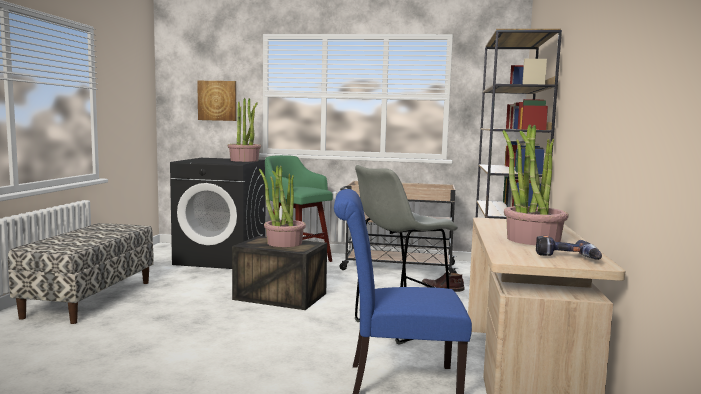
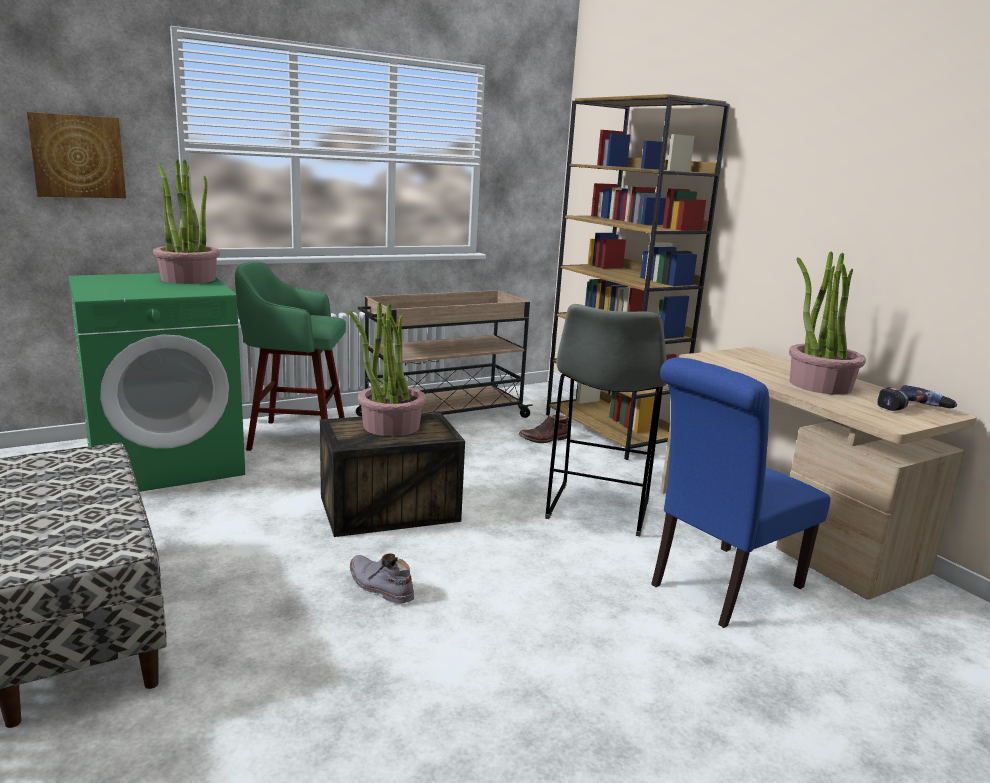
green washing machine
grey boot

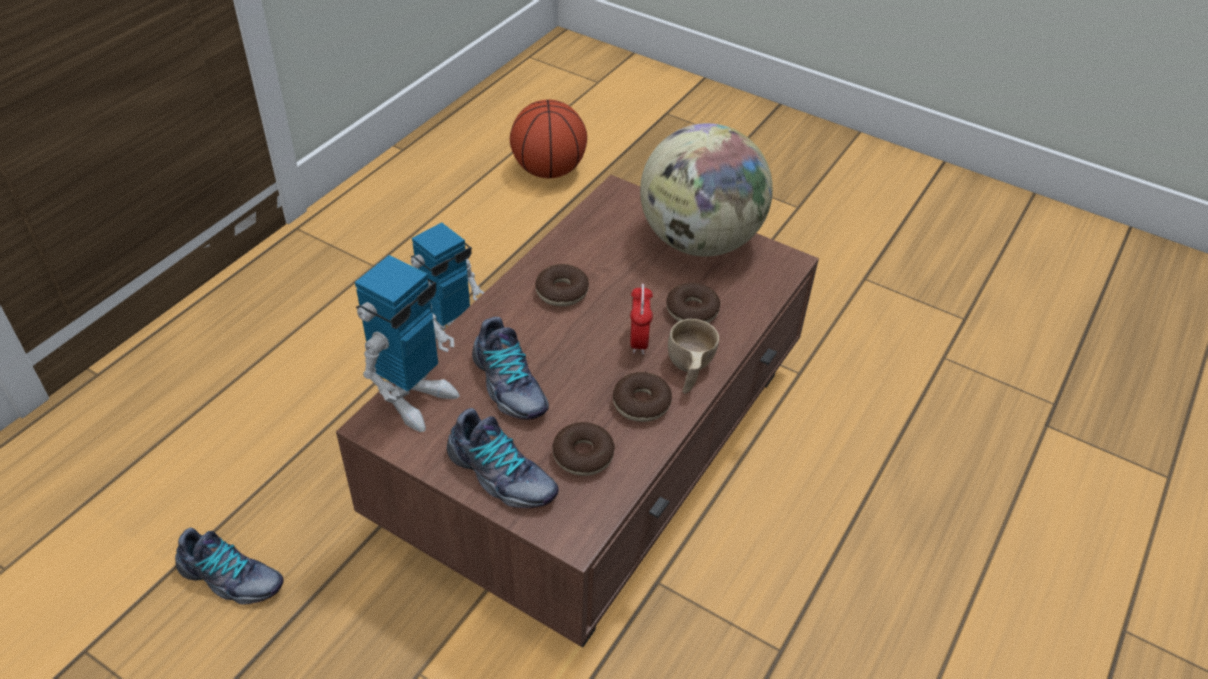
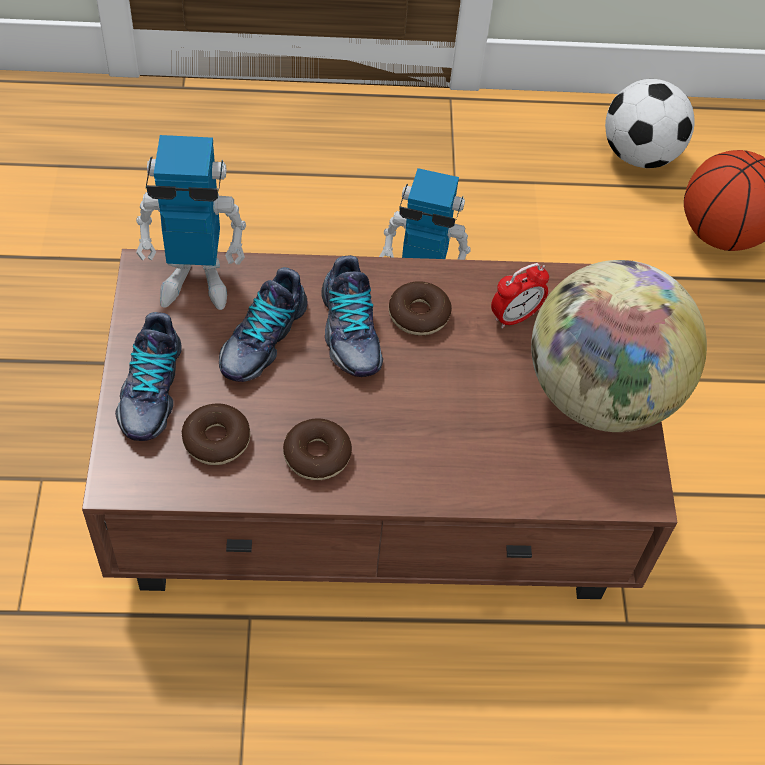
shoe (no. 3 from left)
alarm clock
football
donut (no. 4 from left in the first image)
beige cup

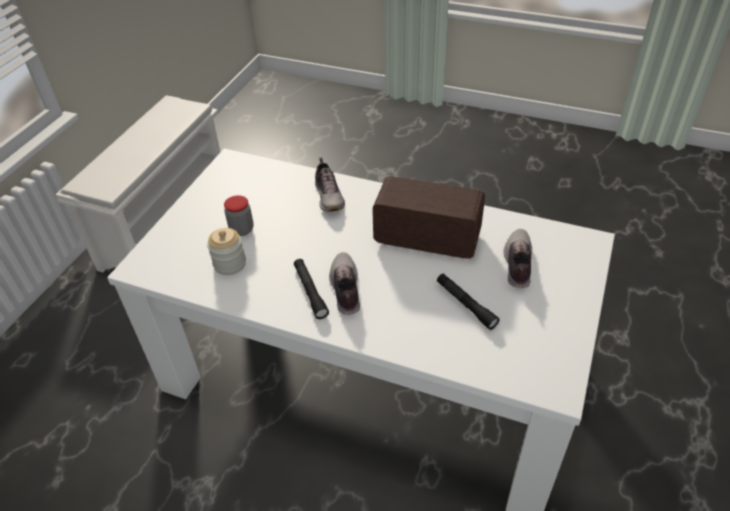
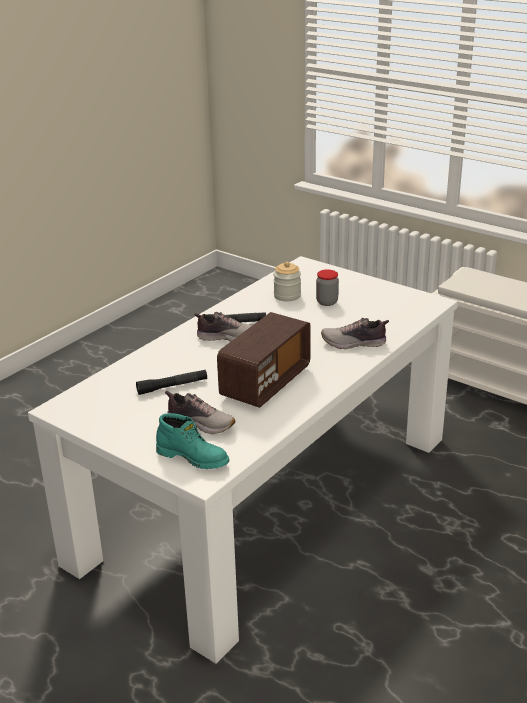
turquoise boot

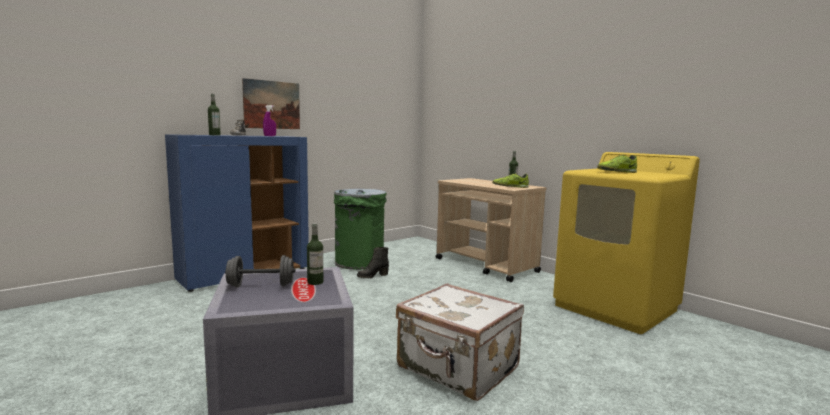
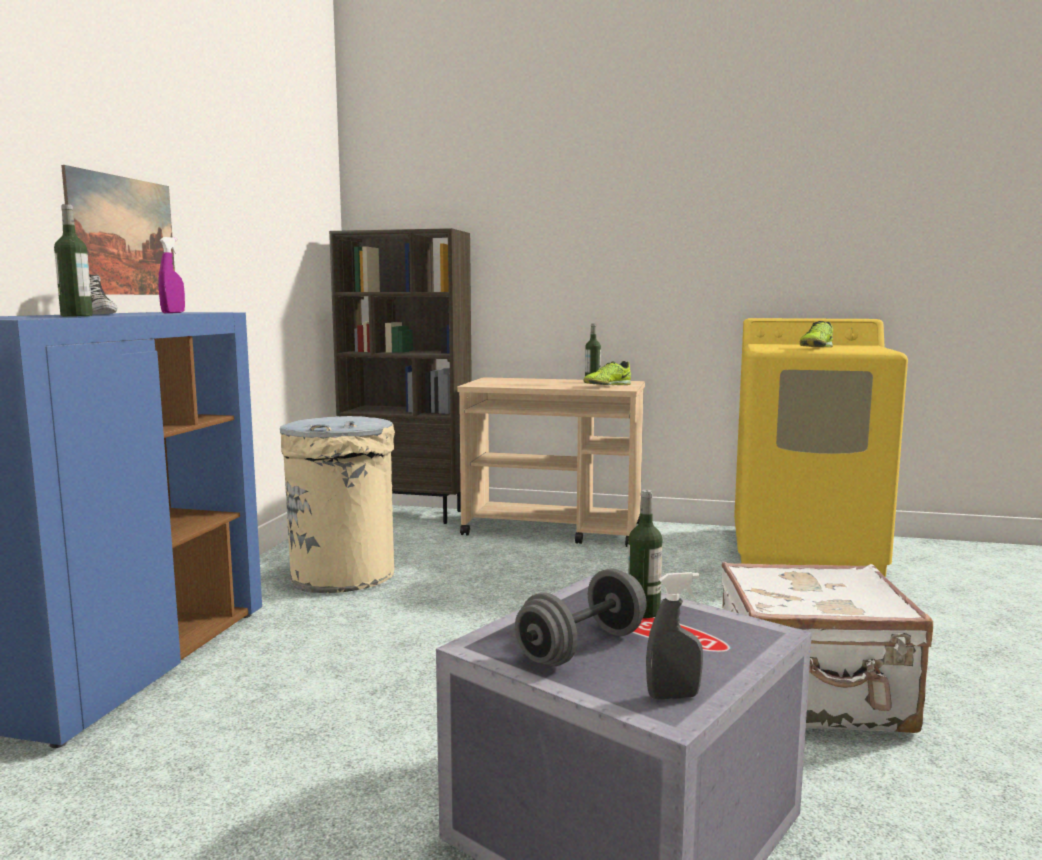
beige trash can
brown bookcase
grey spray bottle
black boot

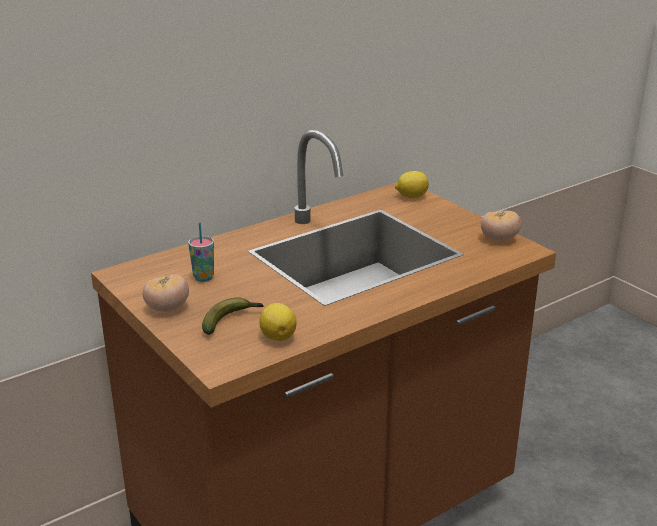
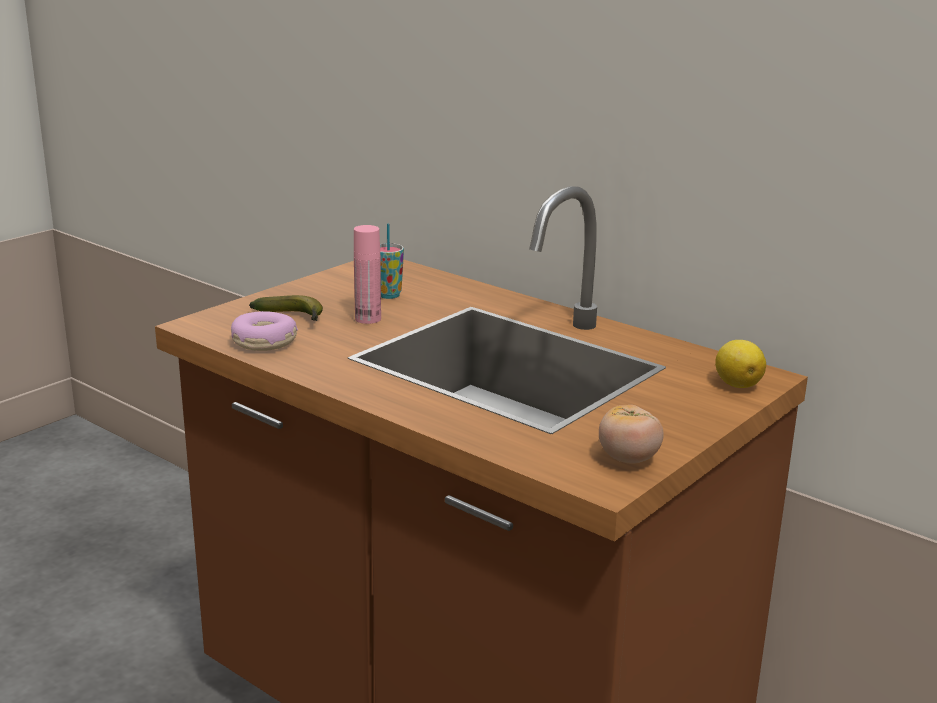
donut
pink bottle
tomato (no. 1 from left in the first image)

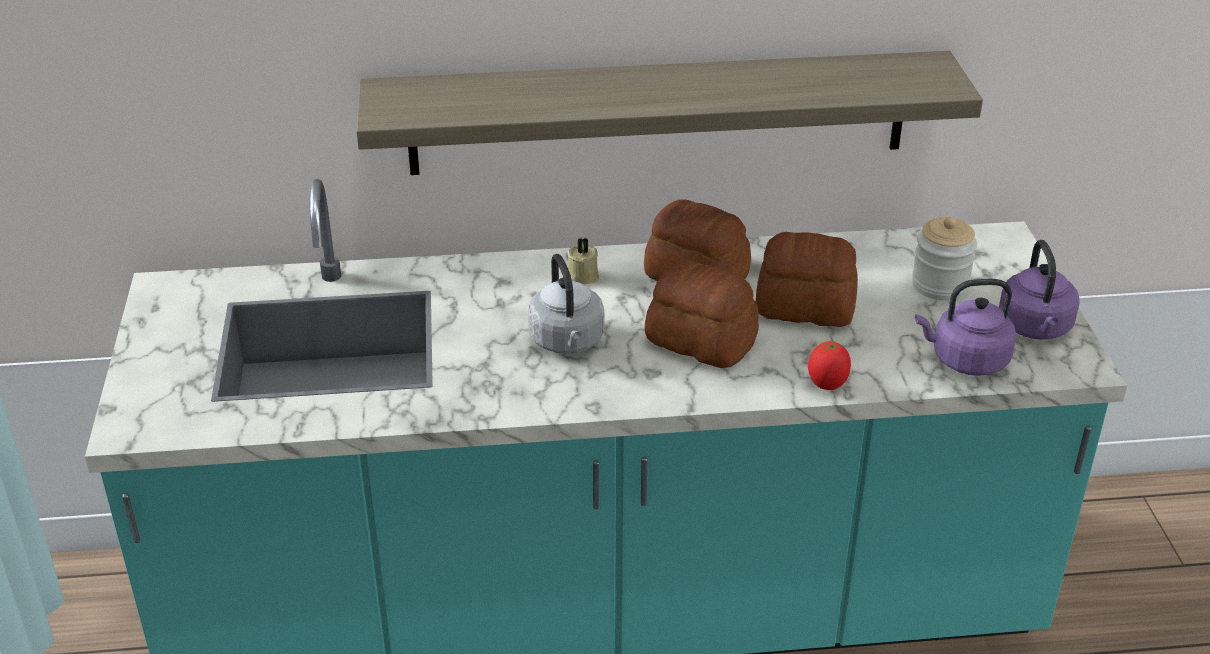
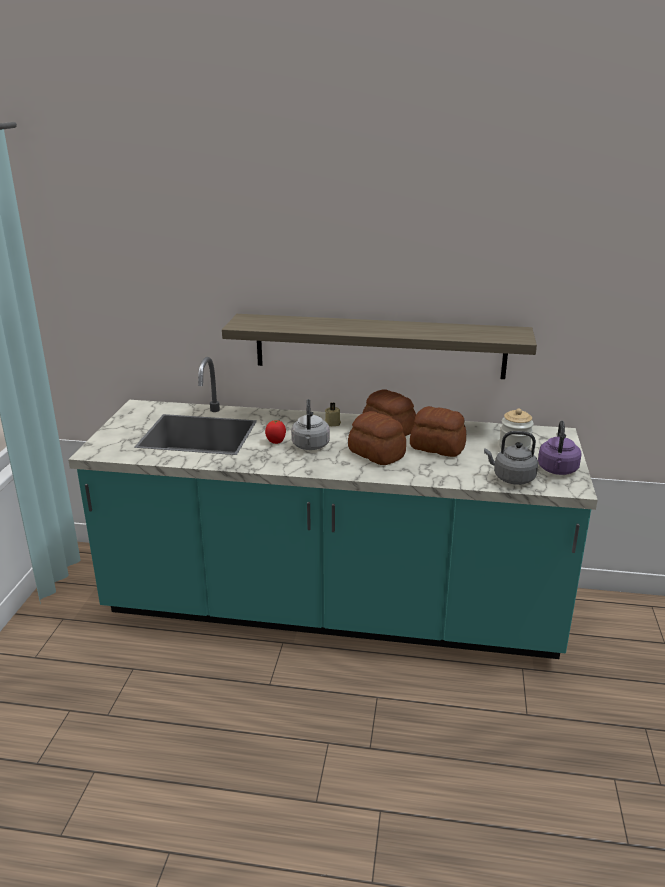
tomato
grey kettle (no. 2 from left)

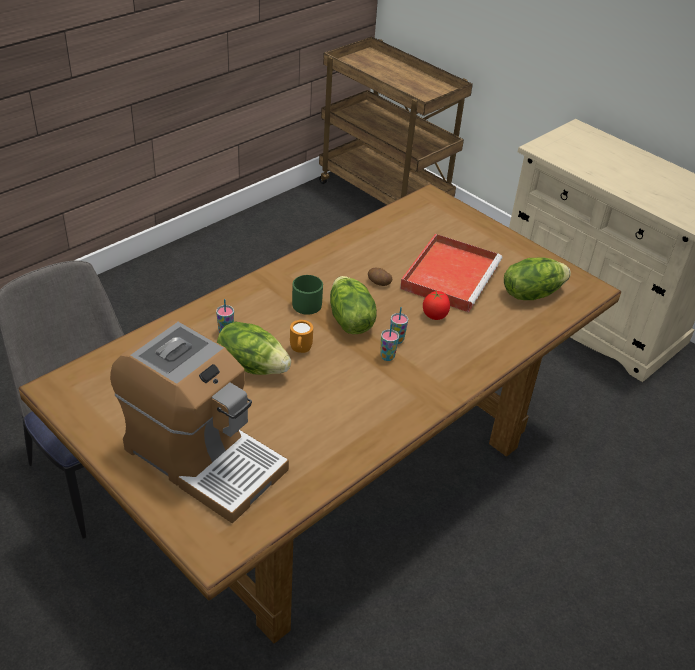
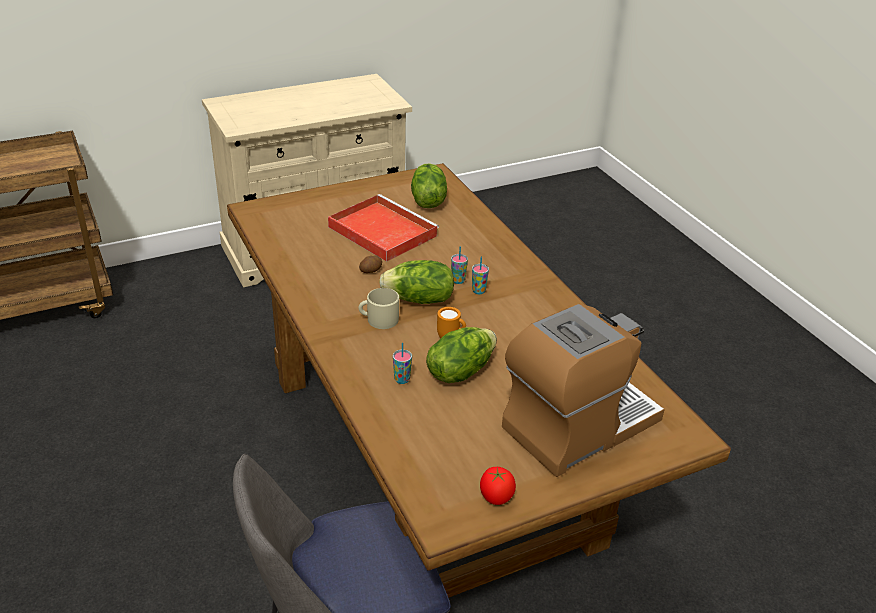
beige mug
tomato

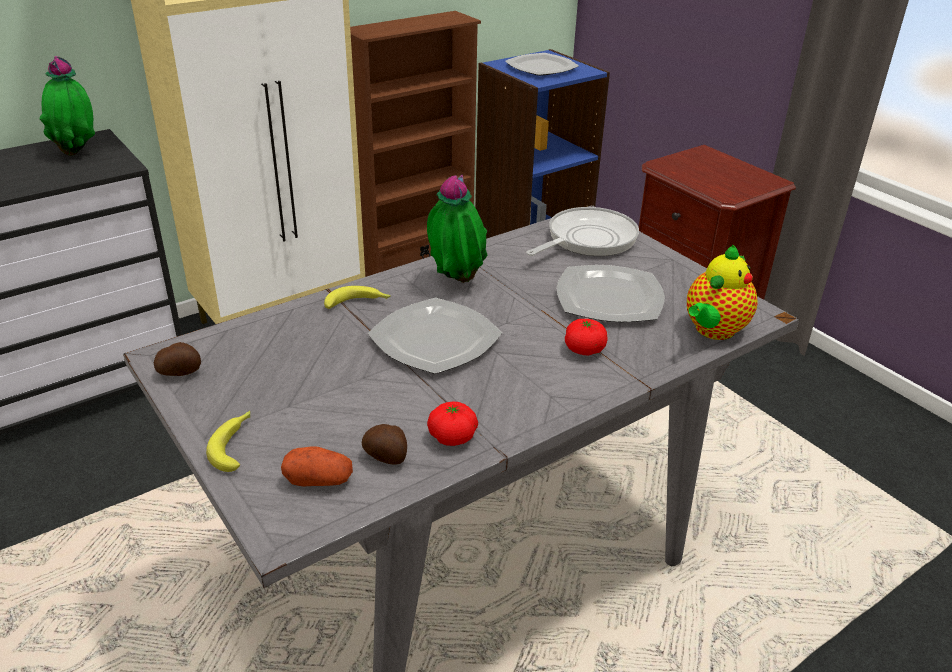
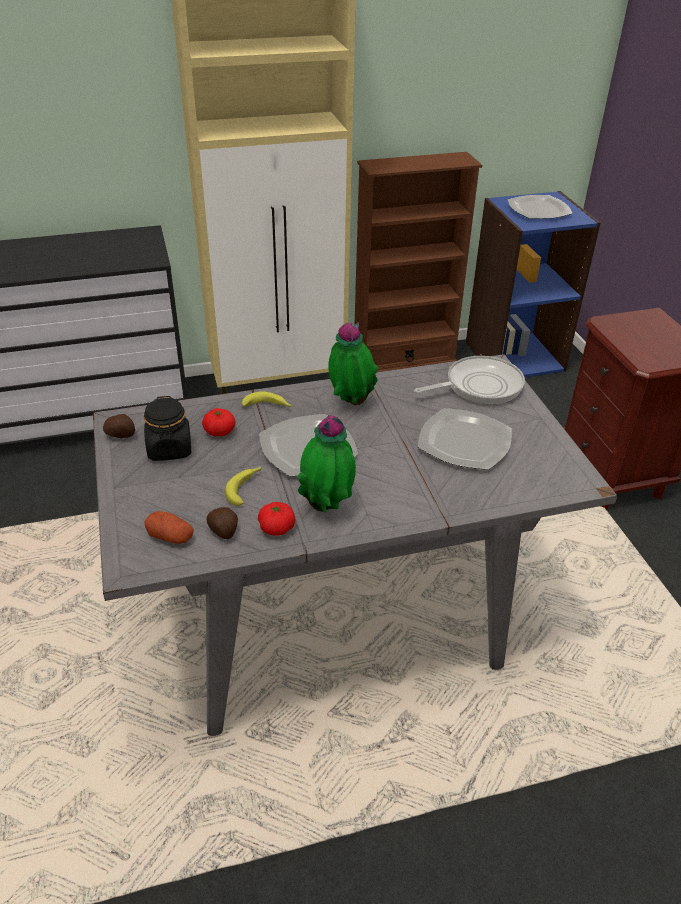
black jar
tomato (no. 1 from left)
banana (no. 1 from left)
potted plant (no. 1 from left)
teapot

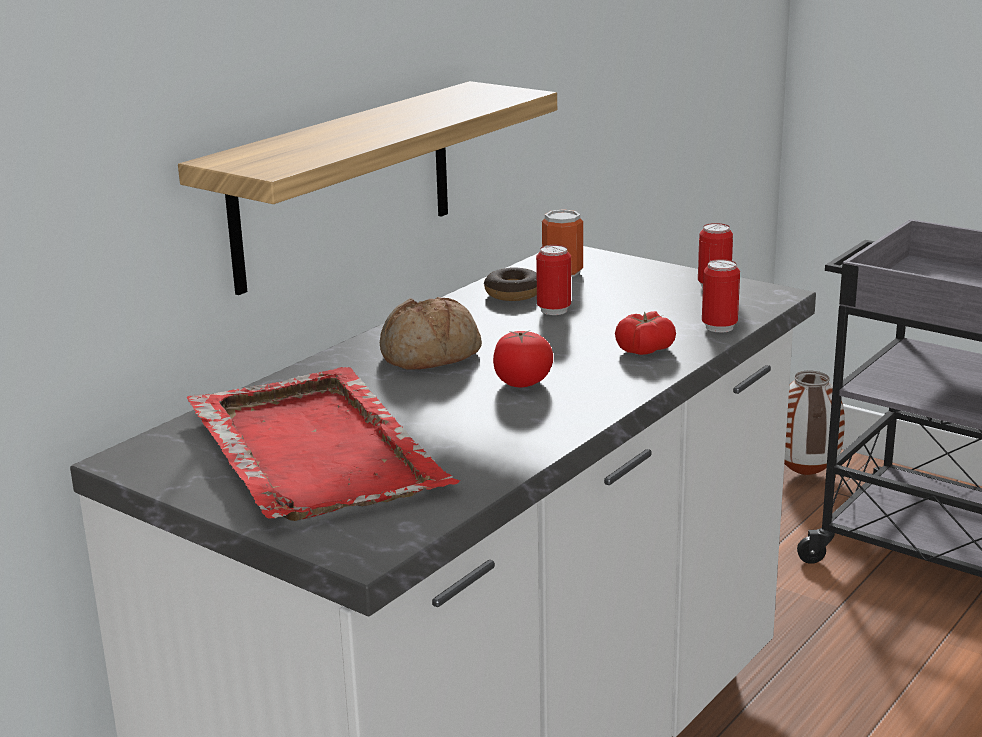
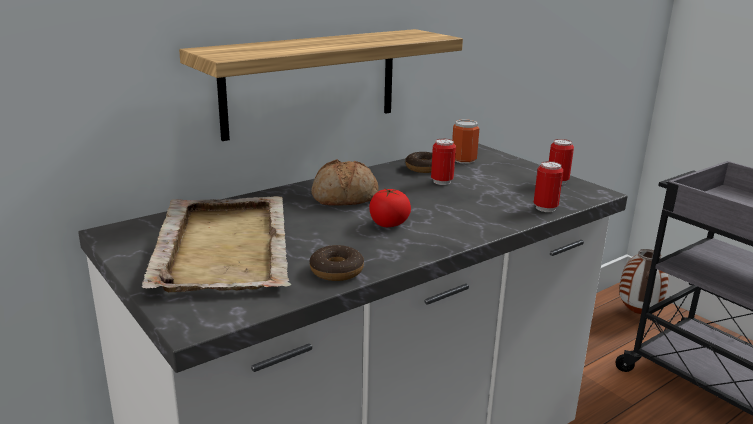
beige tray
donut (no. 1 from left)
tomato (no. 2 from left in the first image)

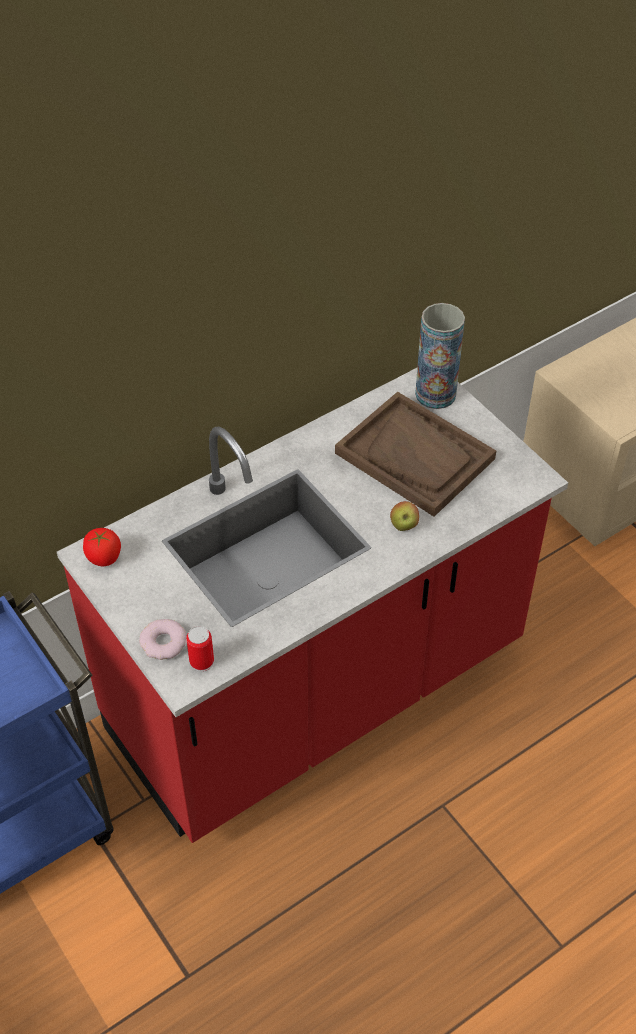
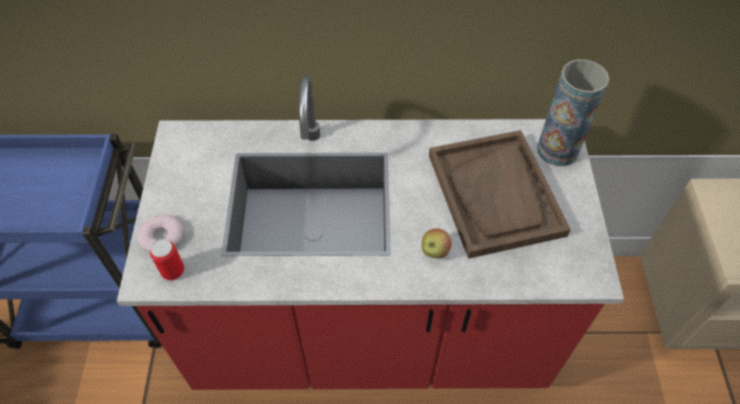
tomato

